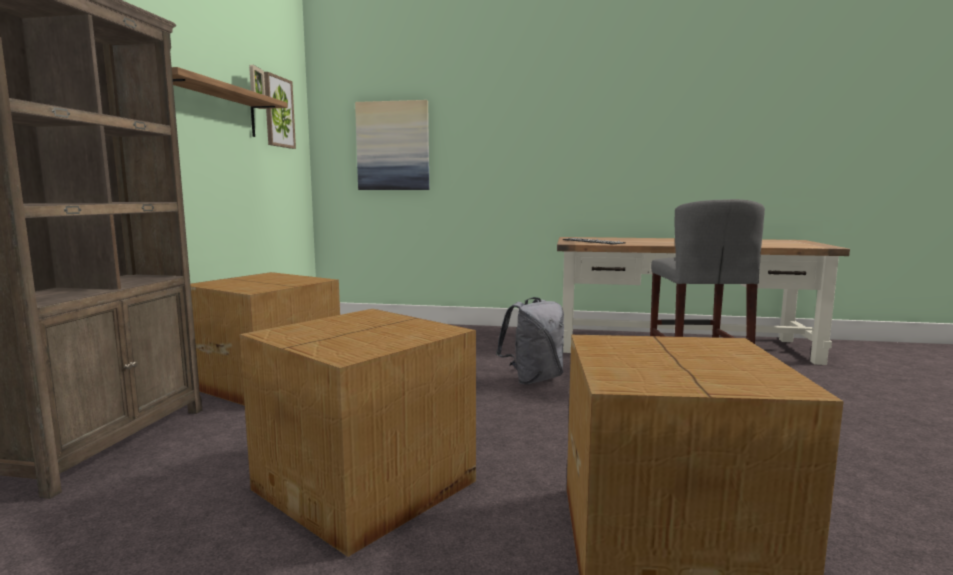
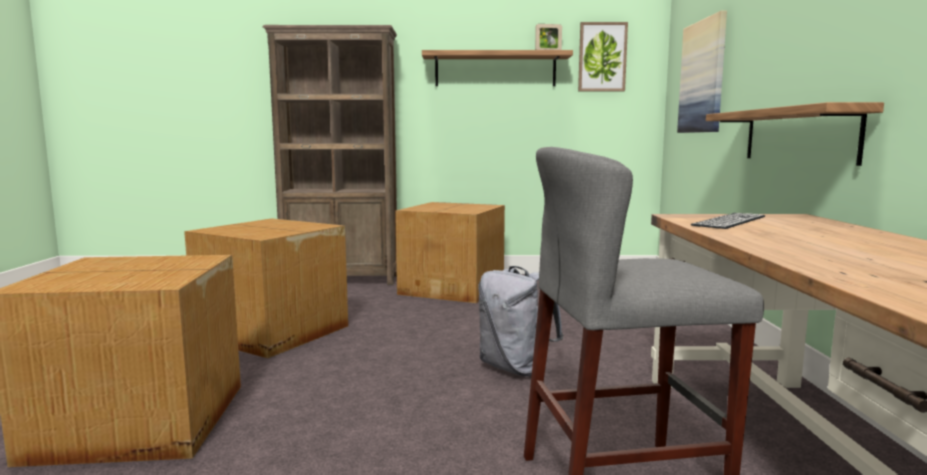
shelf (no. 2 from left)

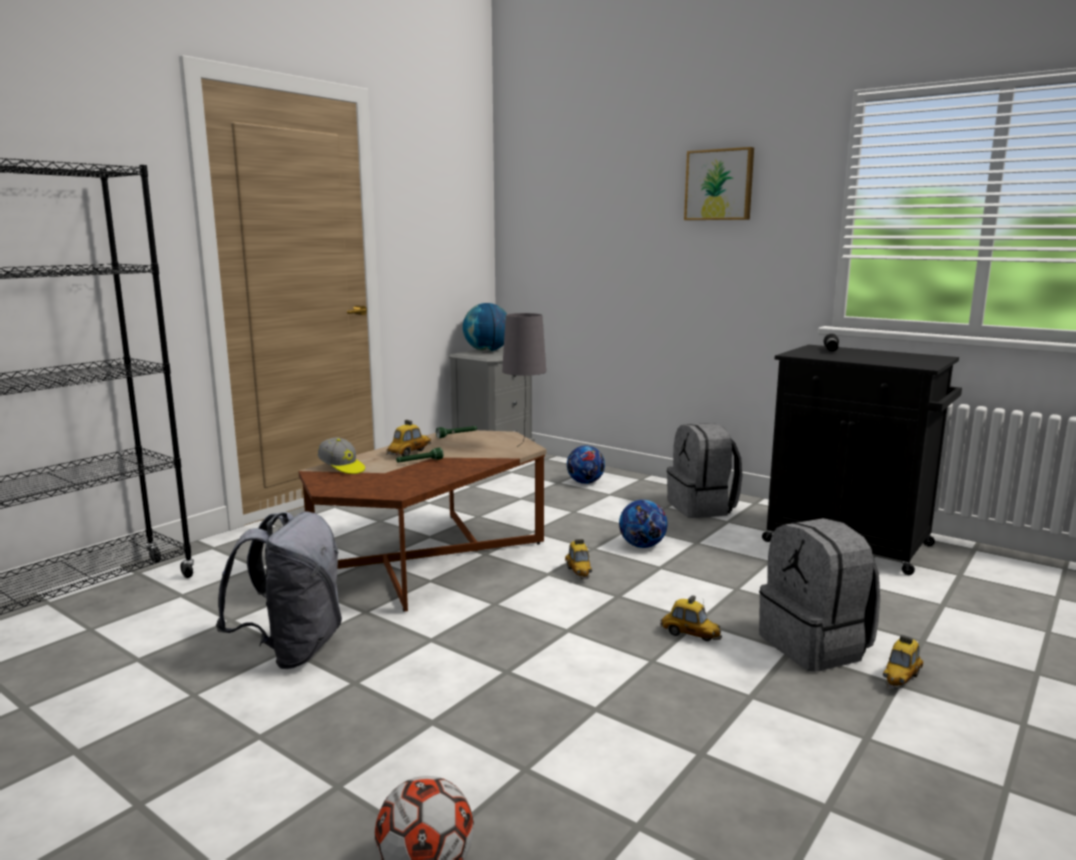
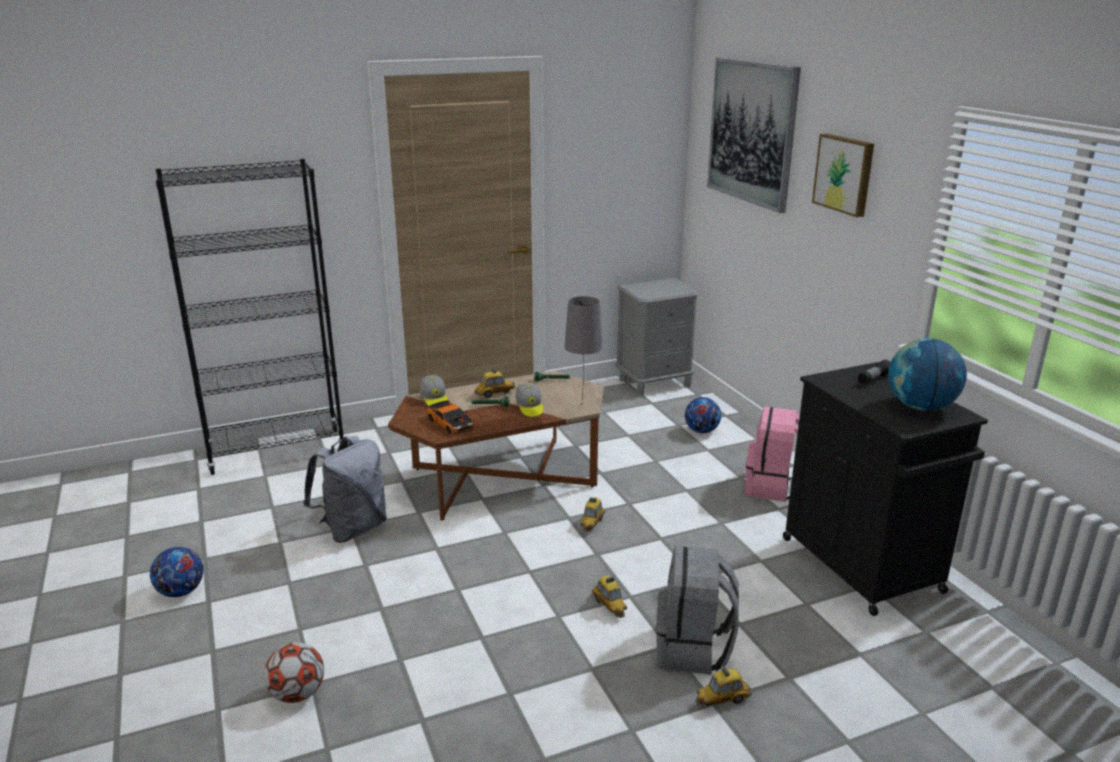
football (no. 1 from left)
toy car (no. 1 from left)
cap (no. 2 from left)
picture (no. 1 from left)
pink backpack
globe

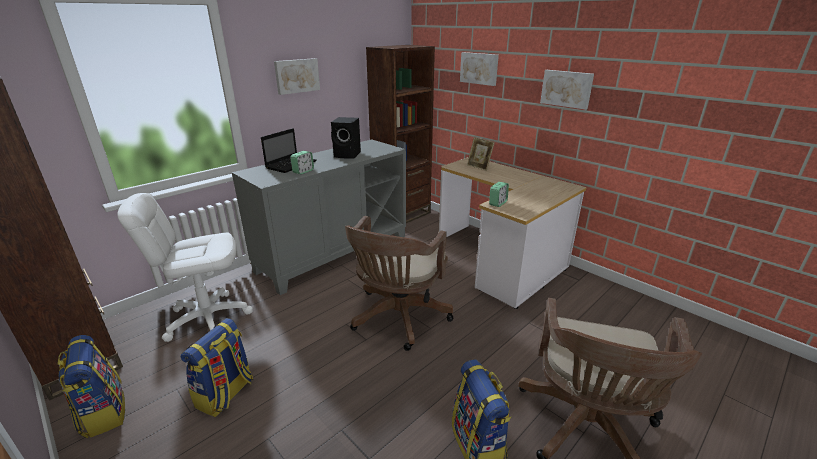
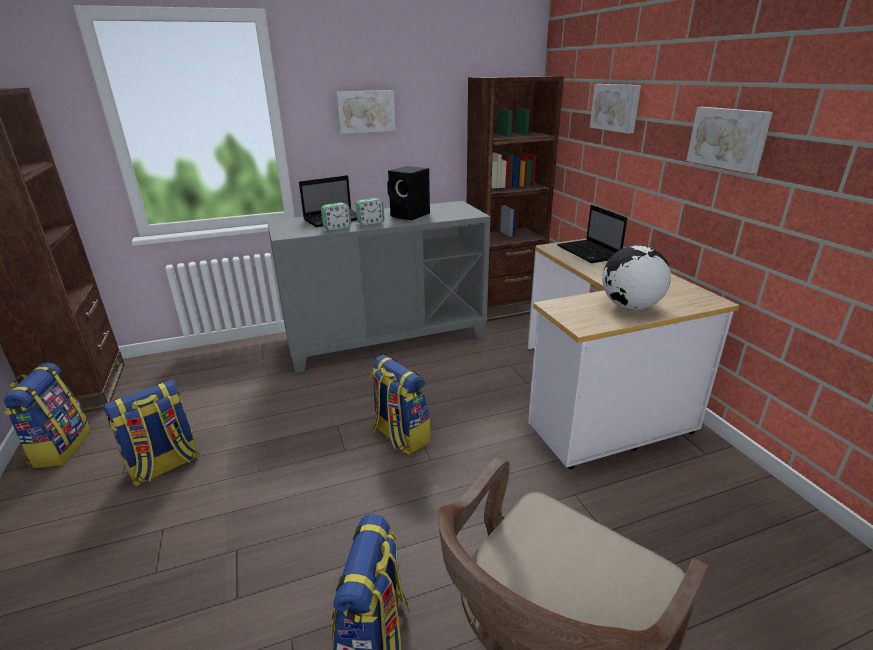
alarm clock (no. 2 from left)
backpack (no. 4 from left)
laptop (no. 2 from left)
globe
white office chair

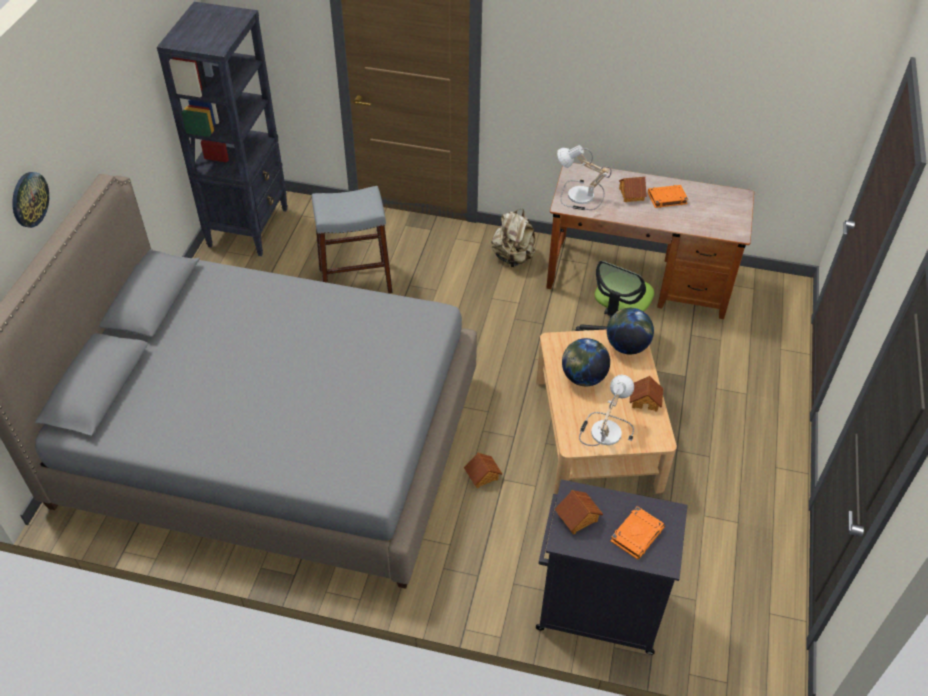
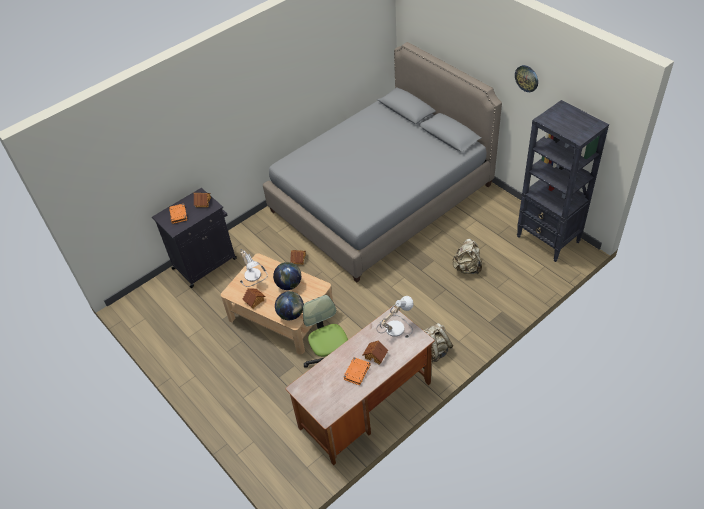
beige backpack (no. 2 from left)
wall clock

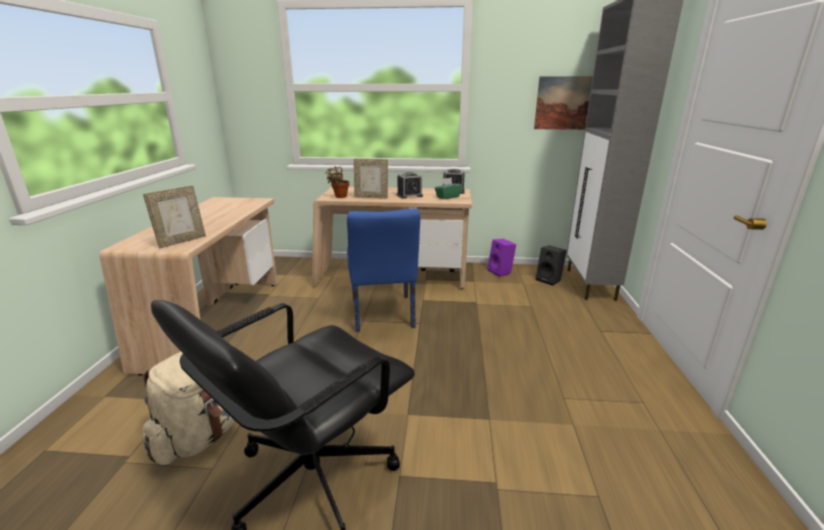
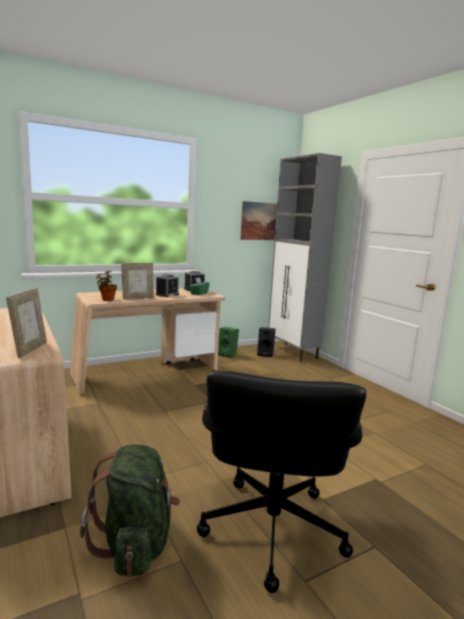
green backpack
green speaker
blue chair

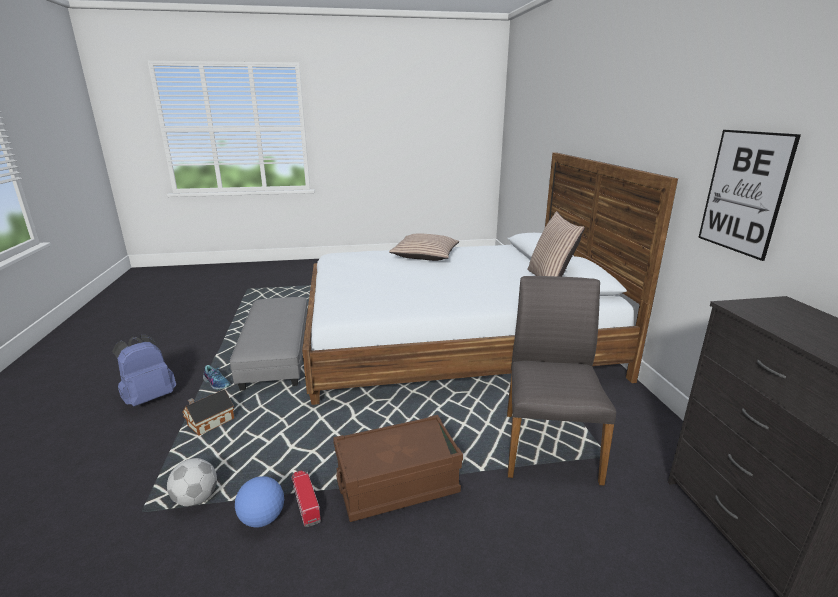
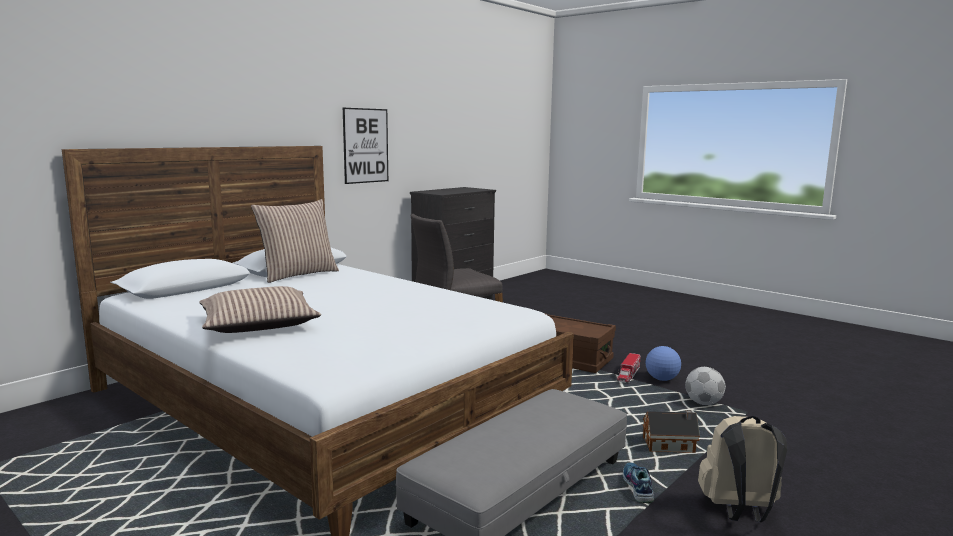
beige backpack

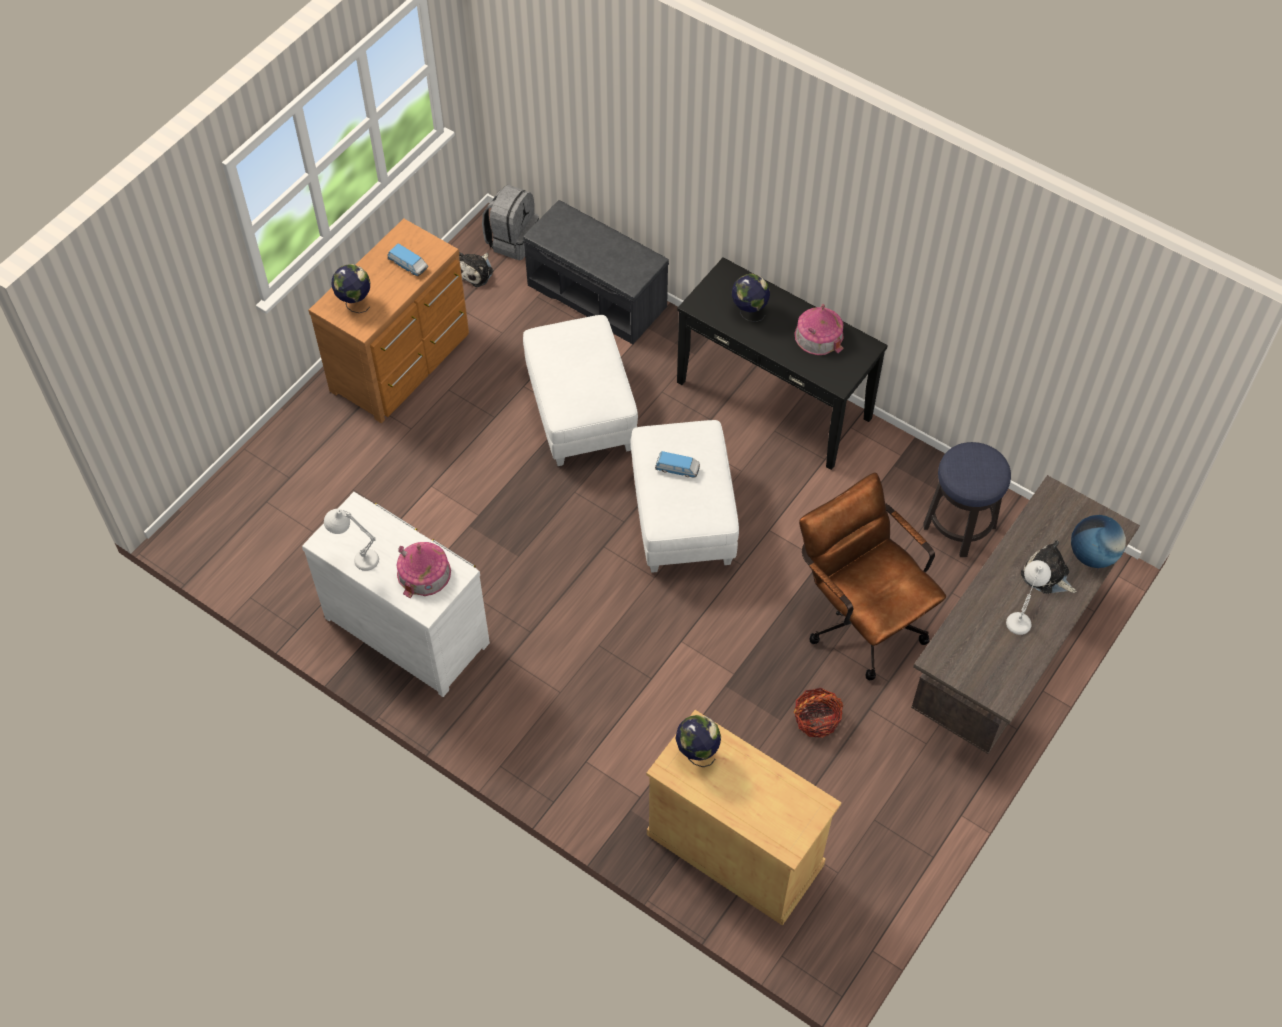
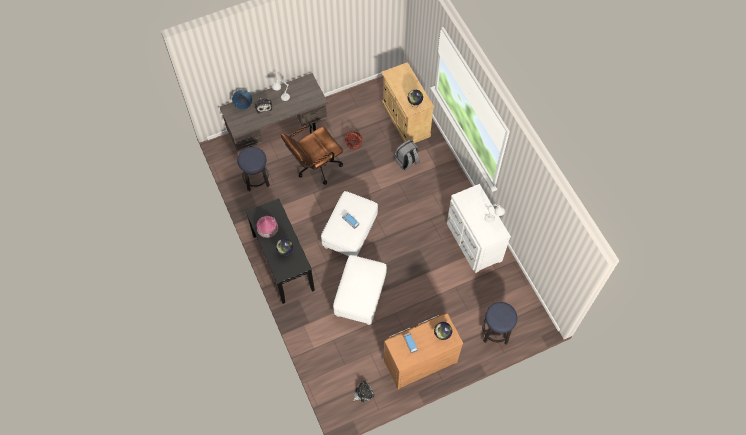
brown office chair
grey backpack
stool (no. 2 from left)
toy house (no. 1 from left in the first image)
grey bench

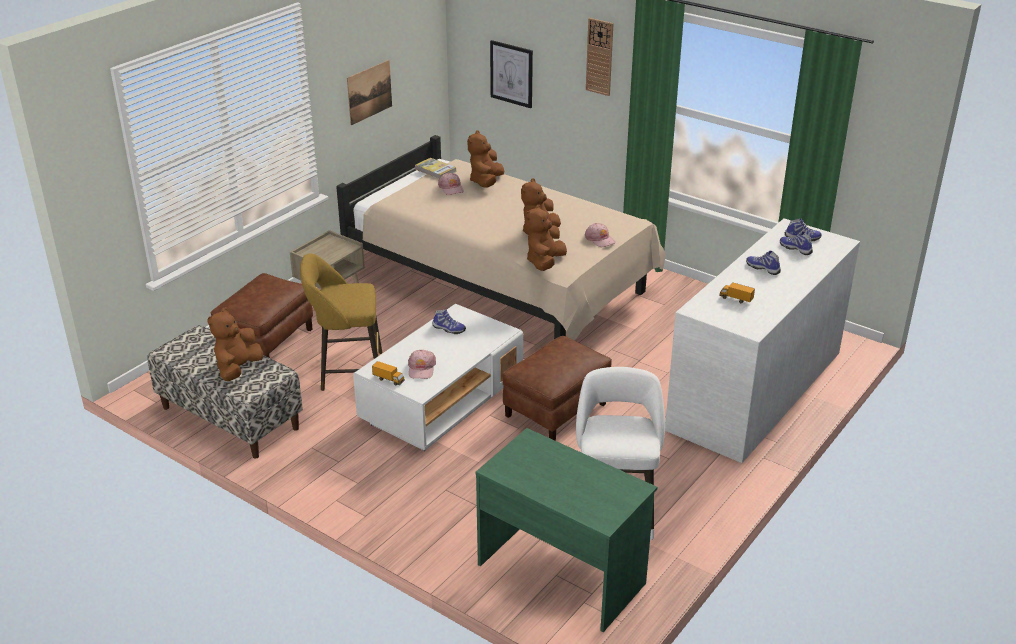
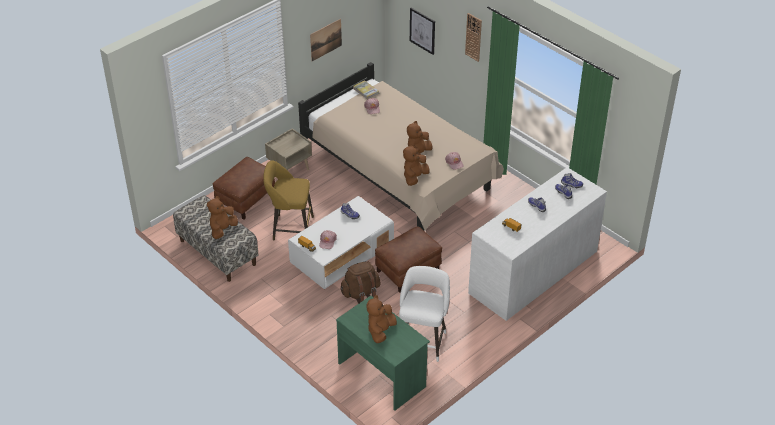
brown backpack
brown plush toy (no. 2 from left)

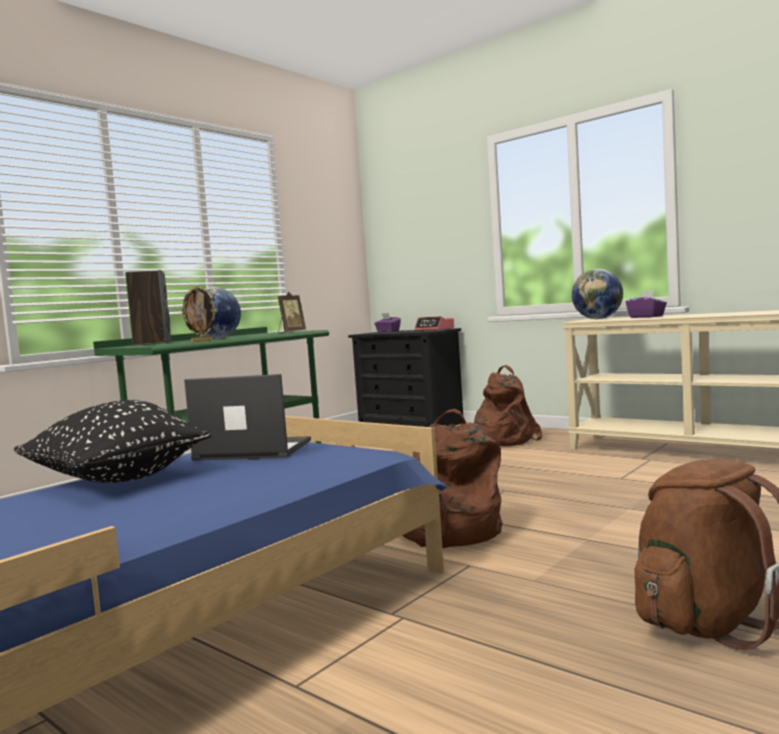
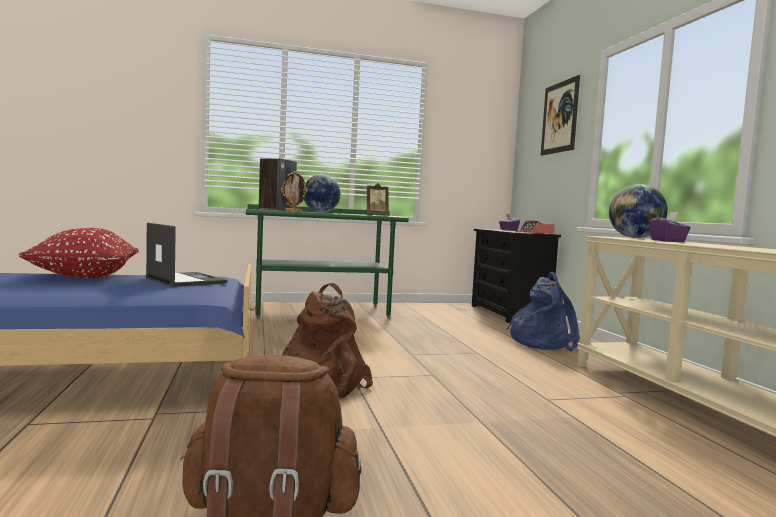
red pillow
blue backpack
picture

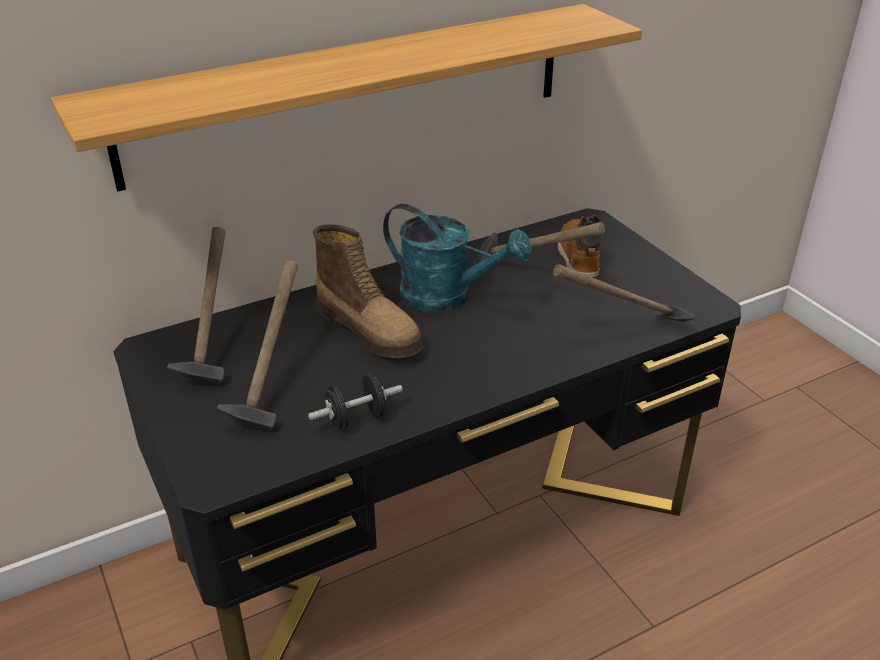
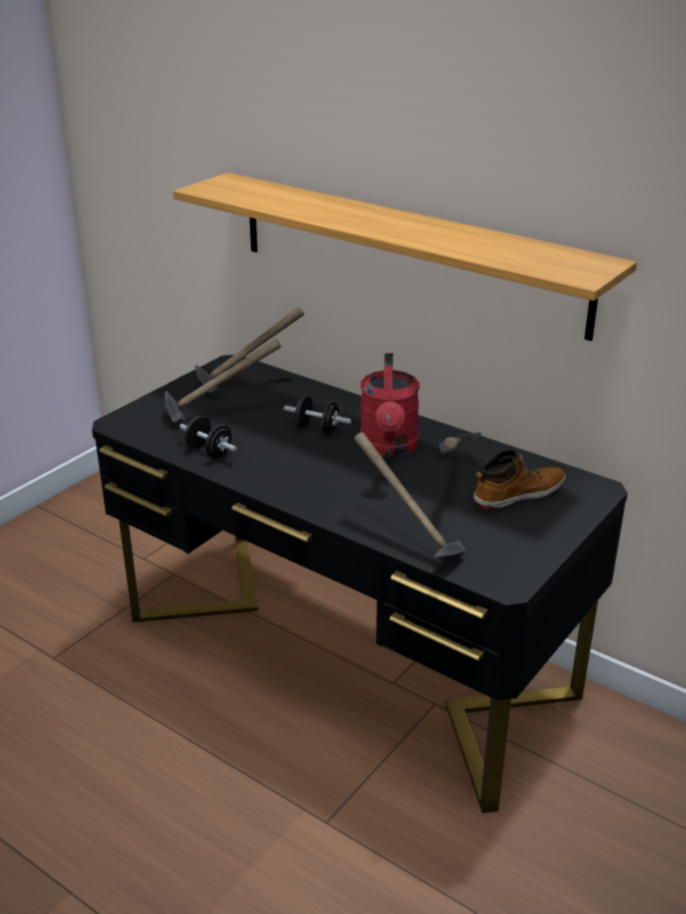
black dumbbell (no. 2 from left)
red watering can

